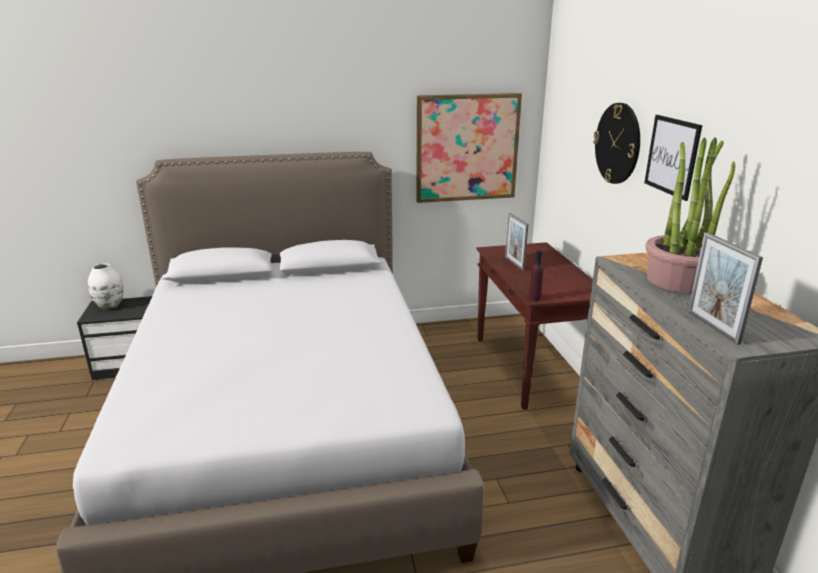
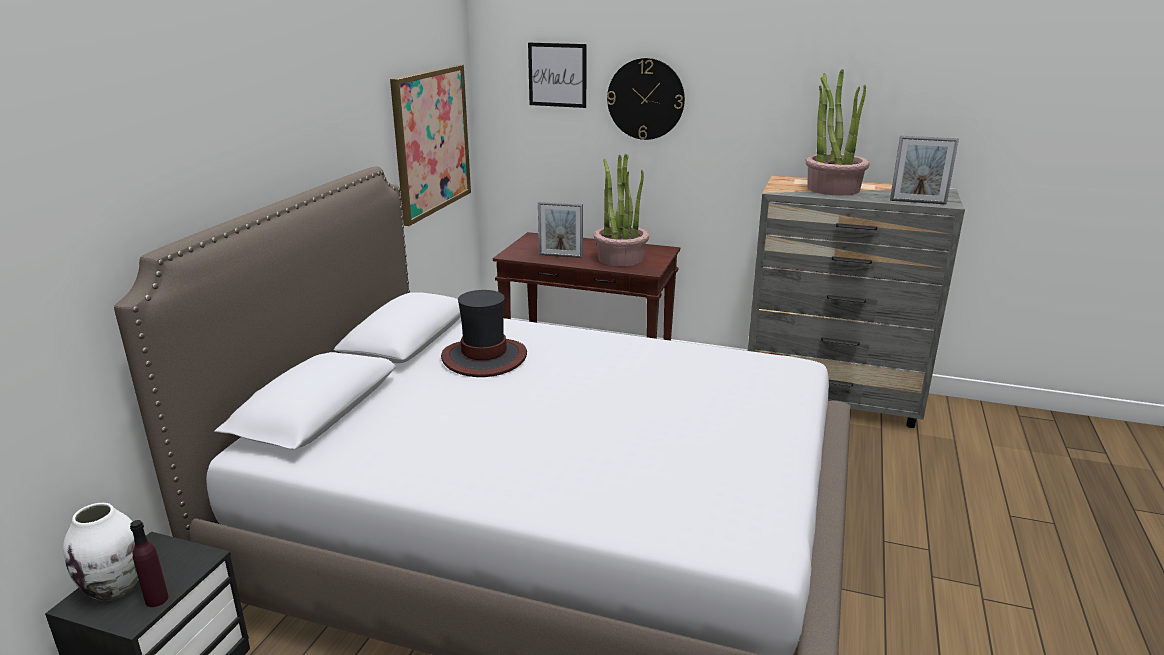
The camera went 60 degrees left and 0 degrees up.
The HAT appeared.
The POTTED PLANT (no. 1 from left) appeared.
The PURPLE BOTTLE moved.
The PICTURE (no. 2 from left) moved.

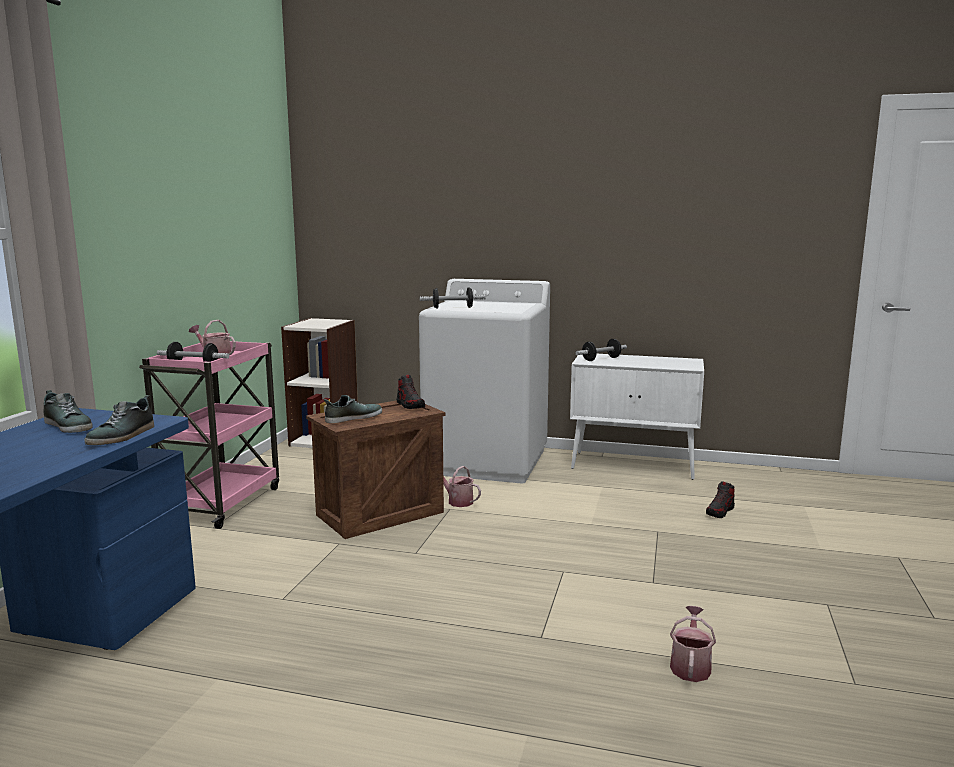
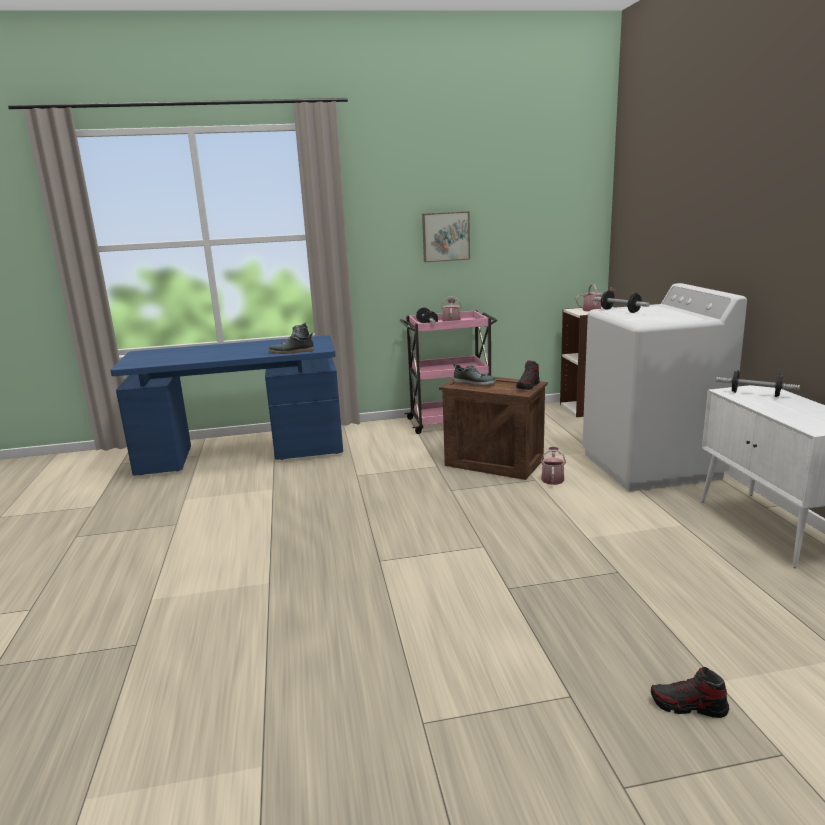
The camera went 65 degrees right and 5 degrees up.
The PICTURE appeared.
The WATERING CAN (no. 3 from left) moved.
The SHOE (no. 5 from left) moved.

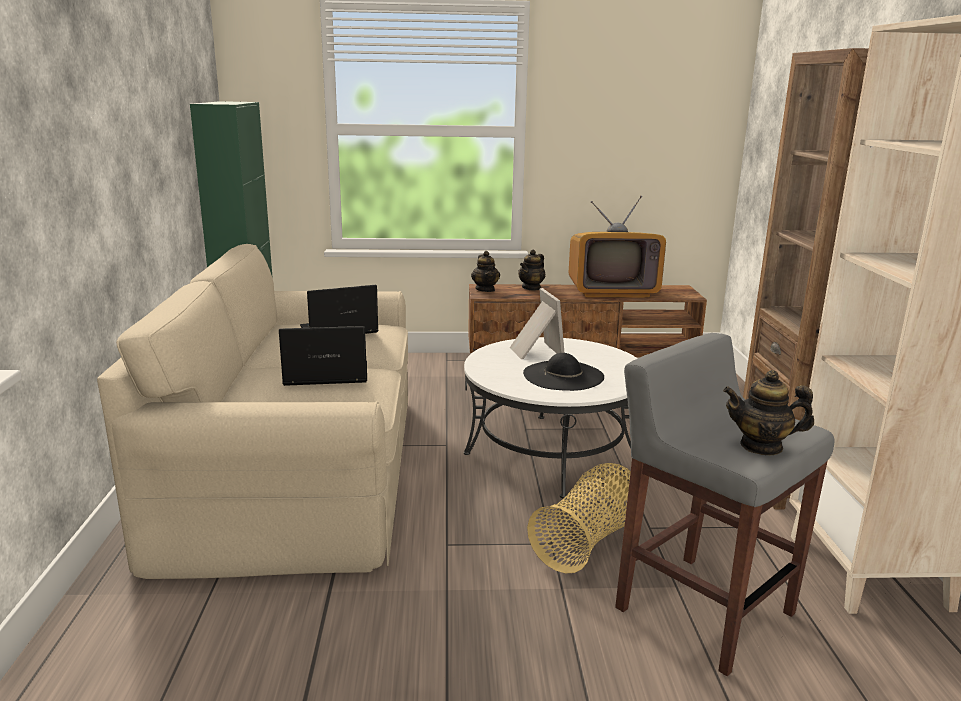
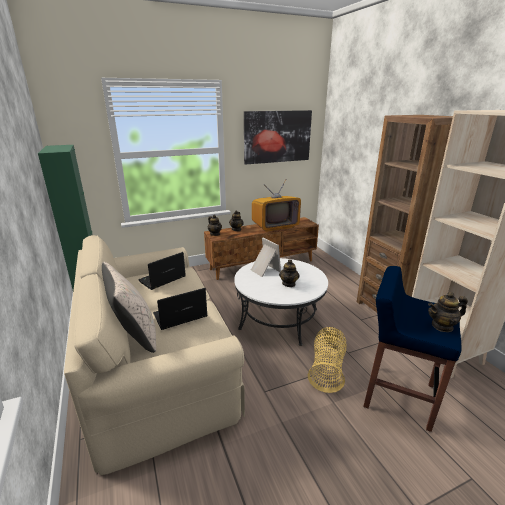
The camera went 20 degrees left and 5 degrees up.
The BEIGE PILLOW appeared.
The PICTURE appeared.
The BLACK HAT was replaced by the TEAPOT (no. 3 from left).
The GREY STOOL became the BLUE STOOL.

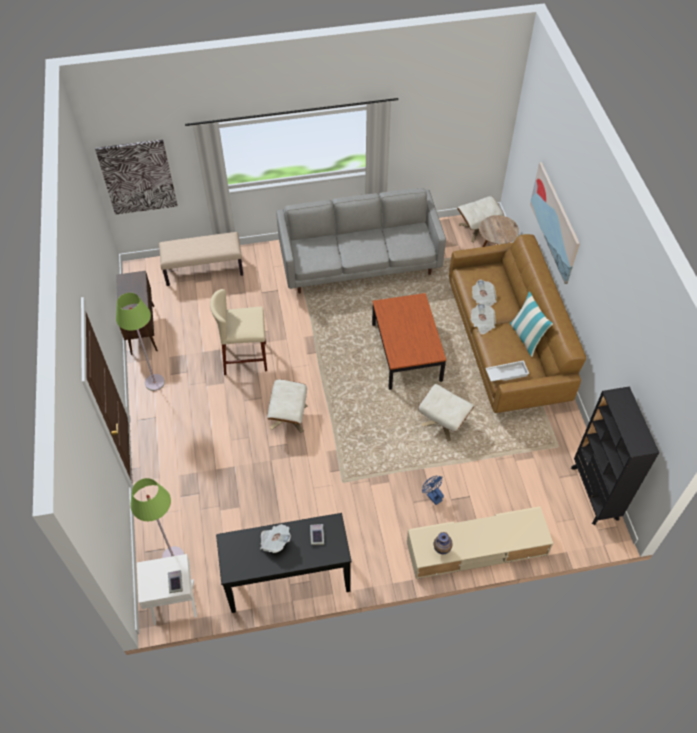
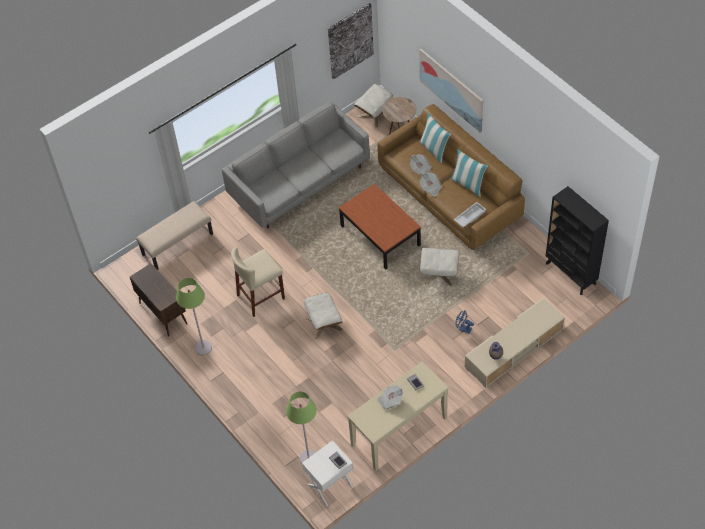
The camera went 25 degrees left and 0 degrees up.
The PILLOW (no. 1 from left) appeared.
The PICTURE (no. 1 from left) moved.
The BLACK CONSOLE TABLE became the BEIGE CONSOLE TABLE.

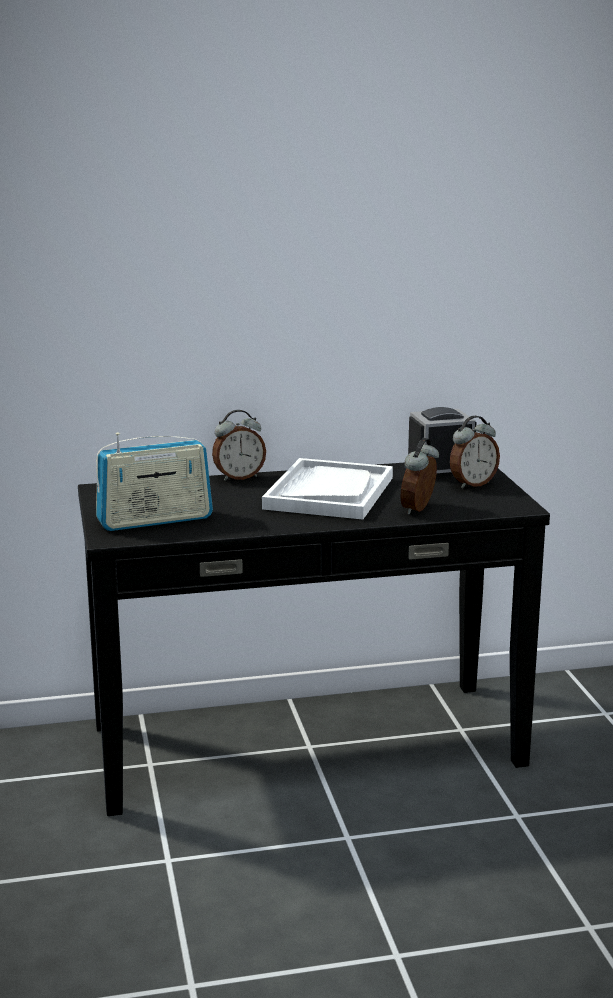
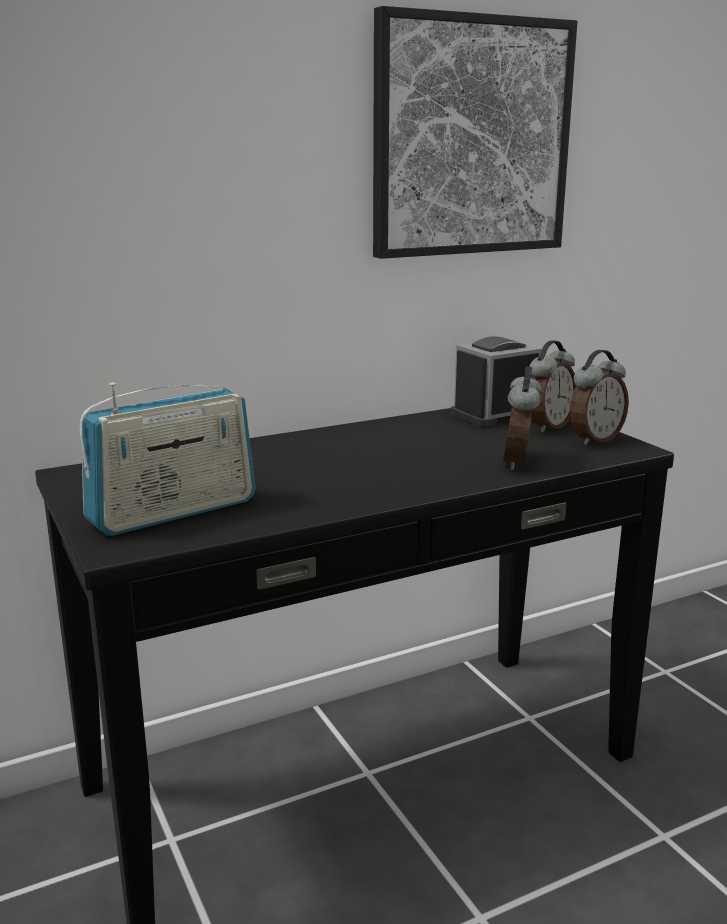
The camera went 15 degrees left and 0 degrees up.
The WHITE TRAY disappeared.
The PICTURE appeared.
The ALARM CLOCK (no. 1 from left in the first image) moved.

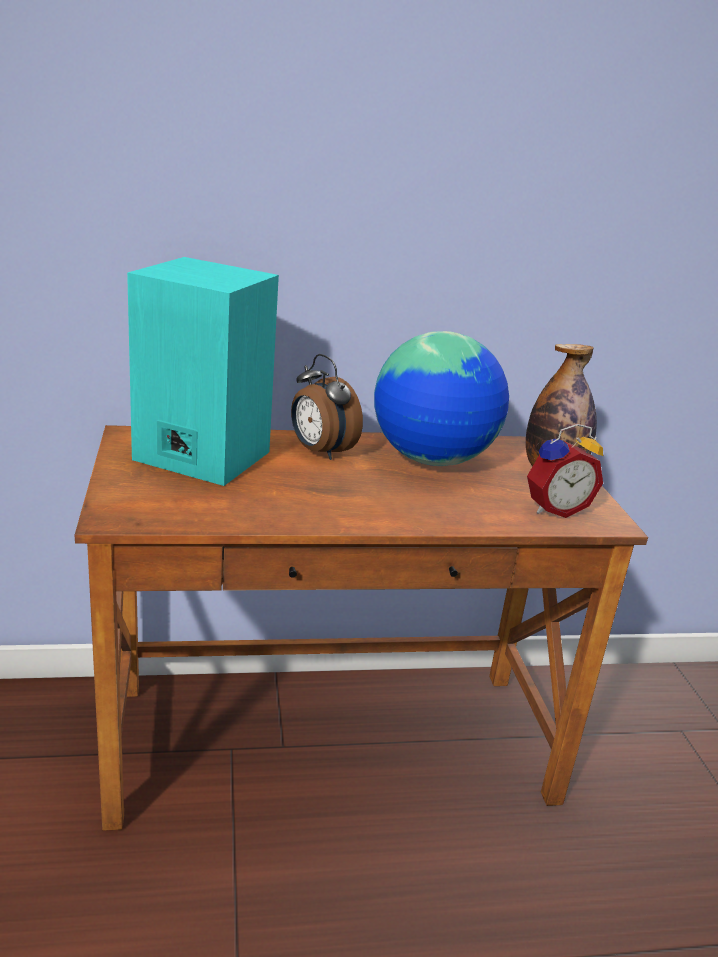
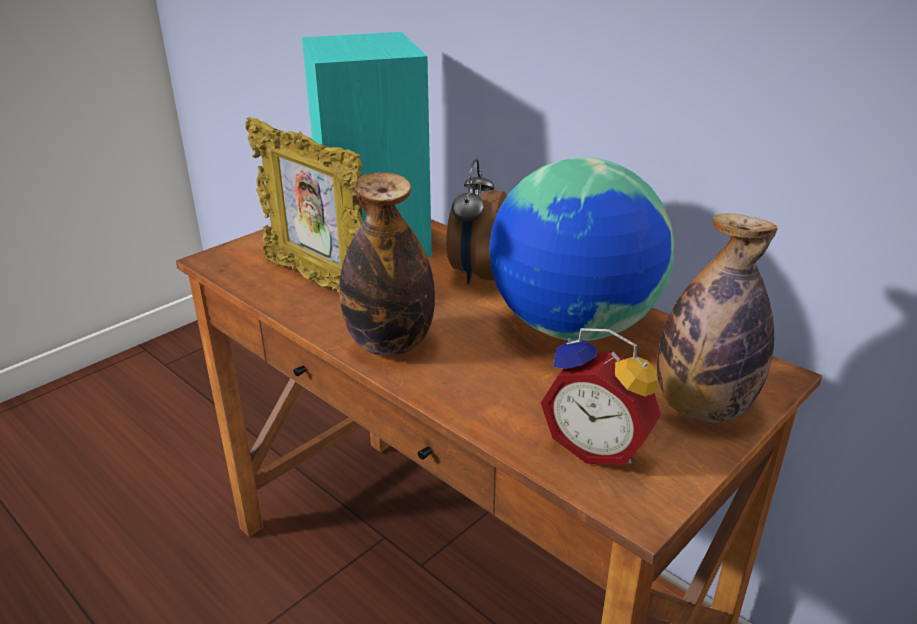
The camera went 55 degrees right and 5 degrees up.
The PICTURE FRAME appeared.
The BOTTLE (no. 1 from left) appeared.

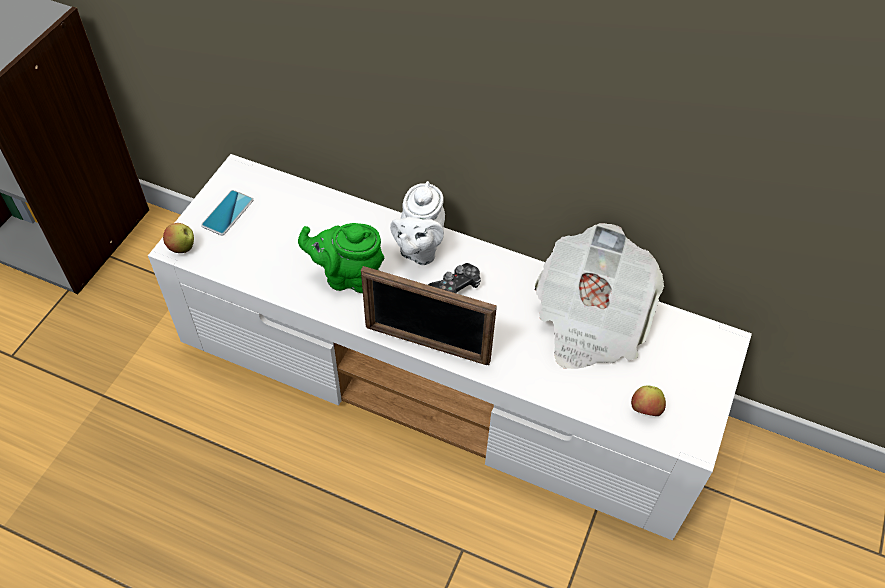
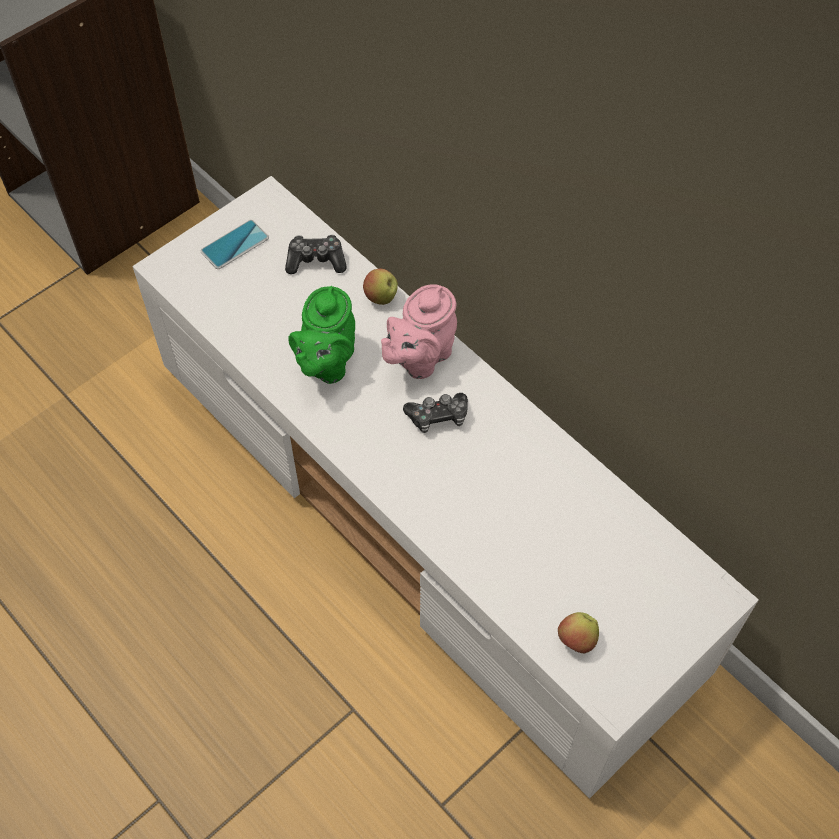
The camera went 25 degrees right and 5 degrees up.
The PICTURE FRAME disappeared.
The NEWSPAPER disappeared.
The GAME CONTROLLER (no. 1 from left) appeared.
The APPLE (no. 1 from left) moved.
The WHITE TEAPOT became the PINK TEAPOT.
The GREEN TEAPOT turned 105 degrees counterclockwise.

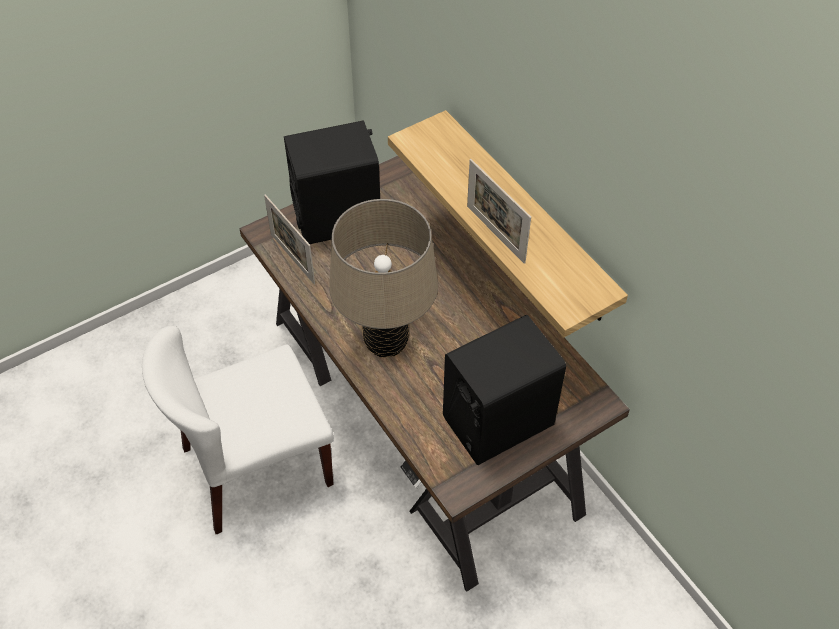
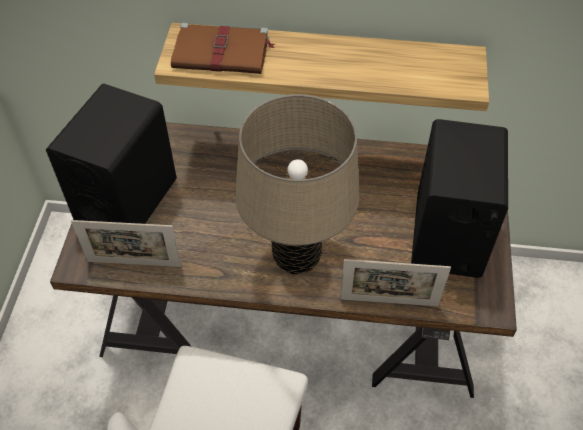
The camera went 50 degrees left and 0 degrees up.
The BROWN BOOK appeared.
The PICTURE FRAME (no. 2 from left) moved.

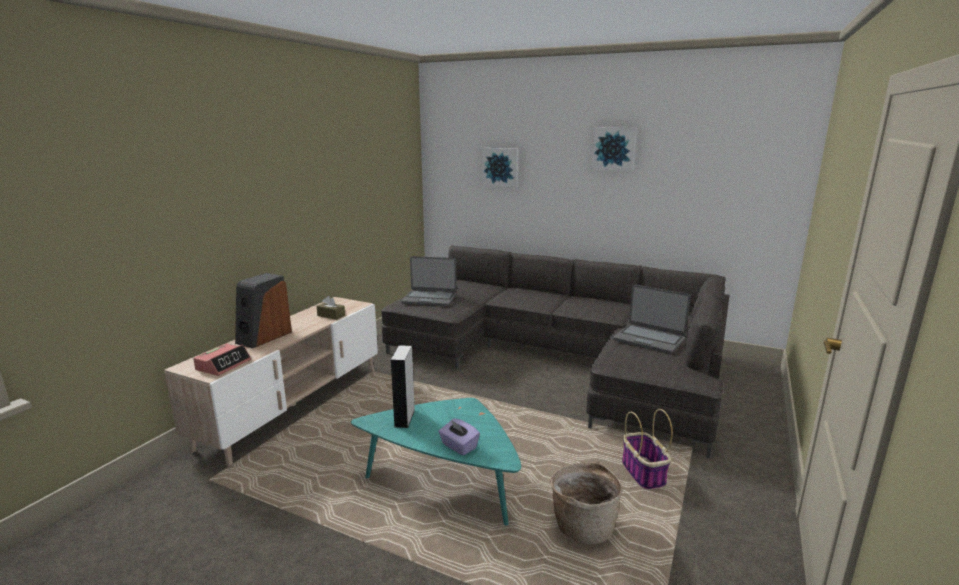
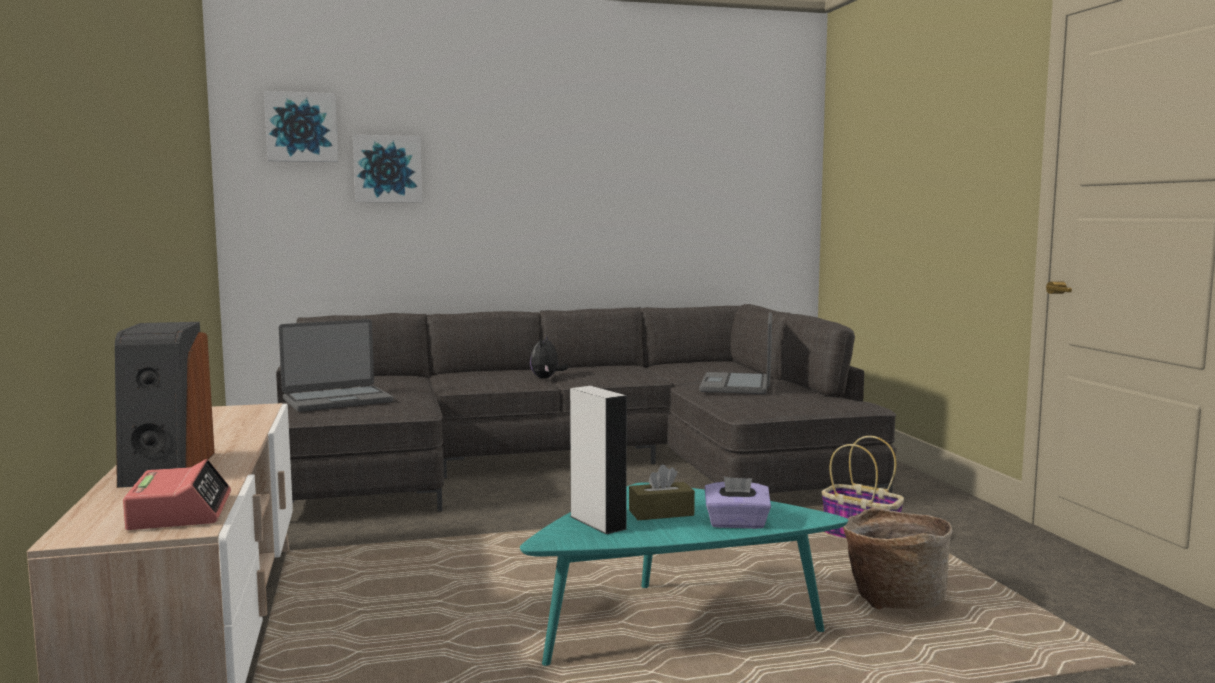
The camera went 40 degrees left and 10 degrees down.
The PLUSH TOY appeared.
The BROWN TISSUE BOX moved.
The PICTURE (no. 2 from left in the first image) moved.
The LAPTOP (no. 2 from left) turned 105 degrees clockwise.

